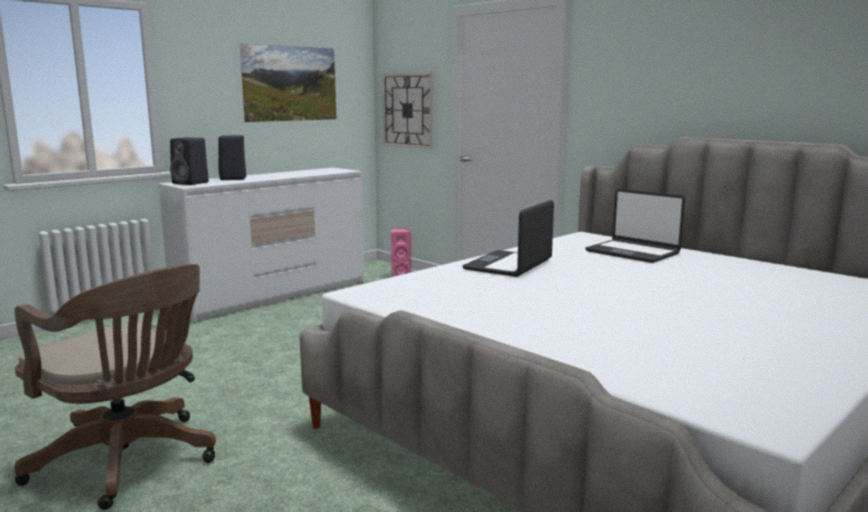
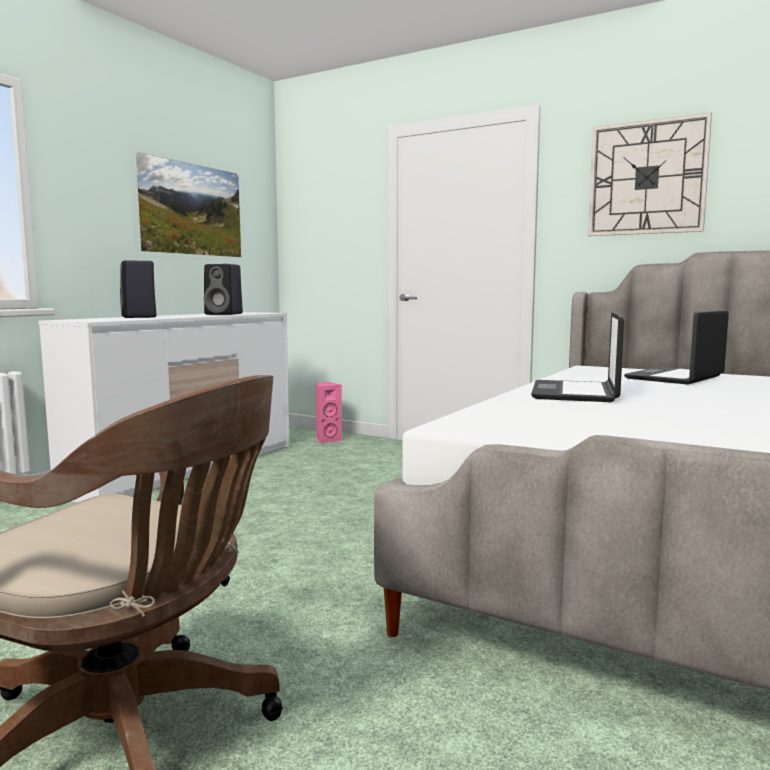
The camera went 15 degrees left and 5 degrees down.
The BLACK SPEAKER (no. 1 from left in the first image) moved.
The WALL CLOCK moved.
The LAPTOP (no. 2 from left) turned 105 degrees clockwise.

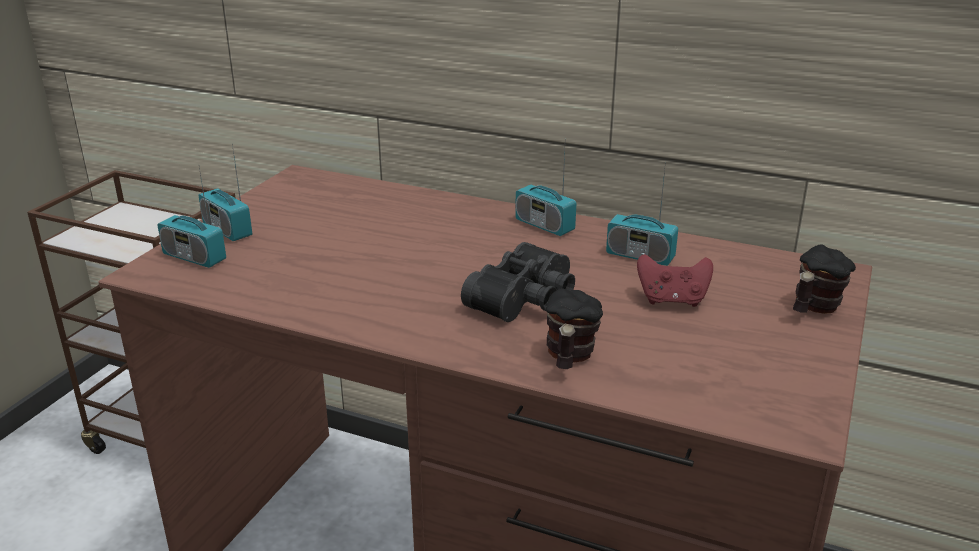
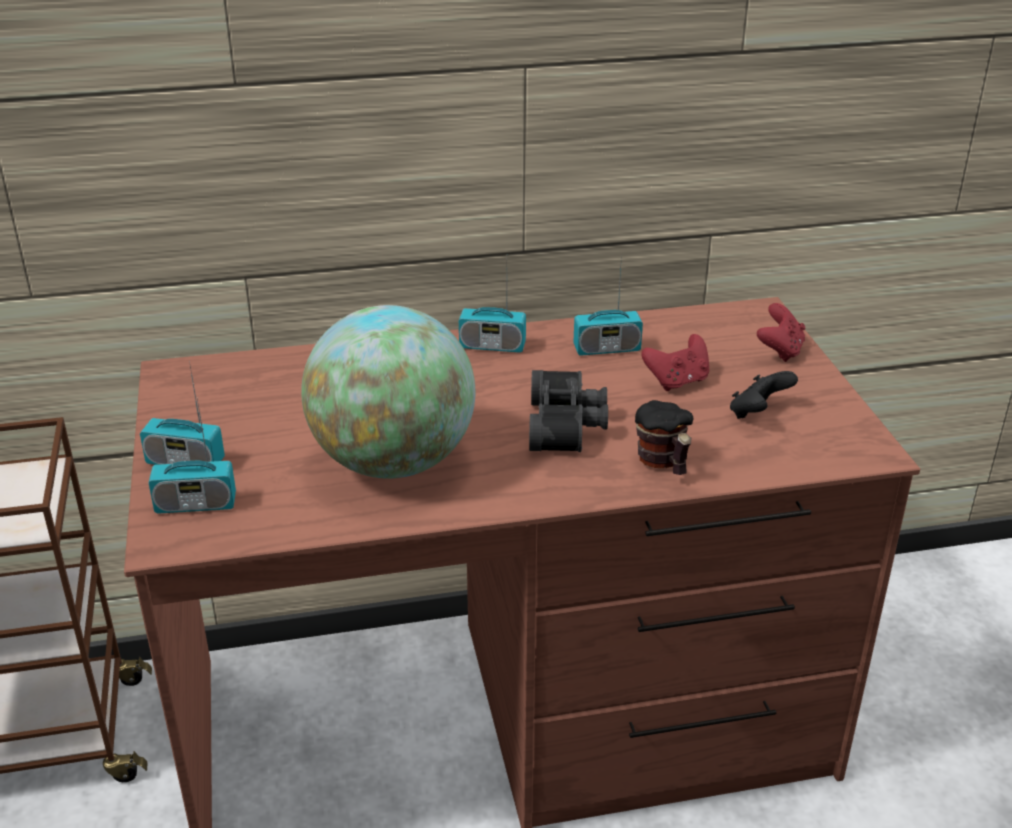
The camera went 35 degrees left and 5 degrees up.
The GLOBE appeared.
The BLACK GAME CONTROLLER appeared.
The MUG (no. 2 from left) was replaced by the RED GAME CONTROLLER (no. 2 from left).

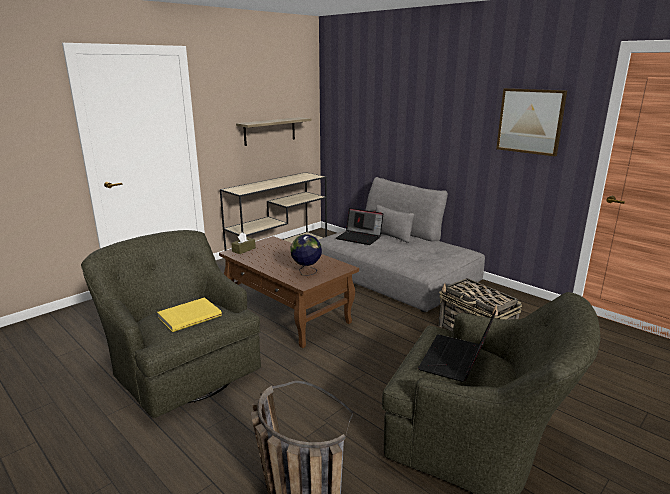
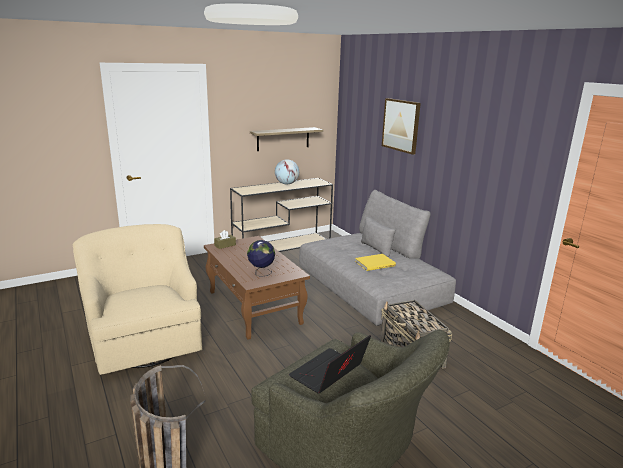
The camera went 15 degrees right and 0 degrees up.
The LAPTOP (no. 1 from left) disappeared.
The GLOBE (no. 2 from left) appeared.
The YELLOW BOOK moved.
The PICTURE moved.
The GREEN ARMCHAIR (no. 1 from left) became the BEIGE ARMCHAIR.

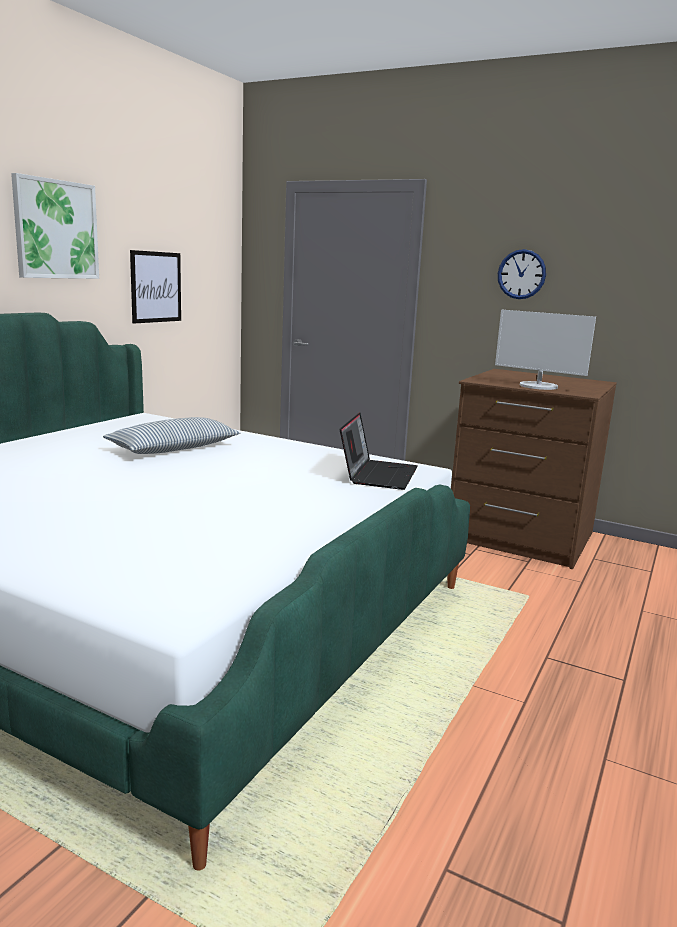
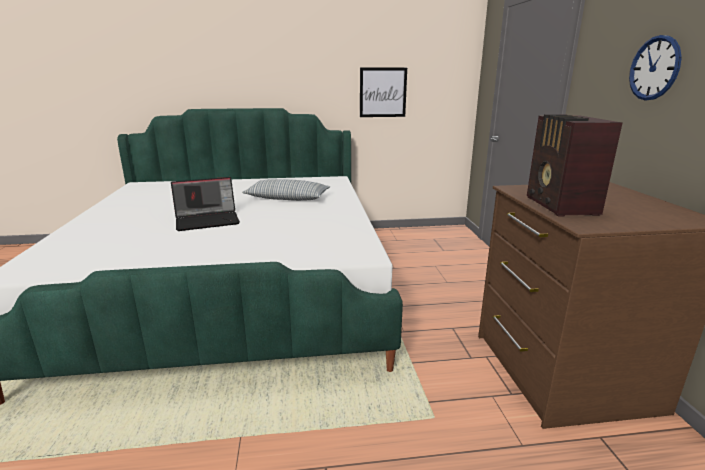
The camera went 55 degrees right and 5 degrees up.
The PICTURE (no. 1 from left) disappeared.
The LAPTOP moved.
The MONITOR was replaced by the RADIO.

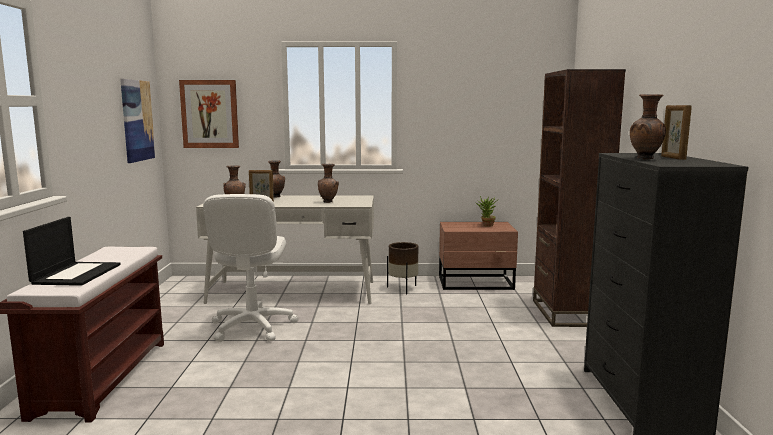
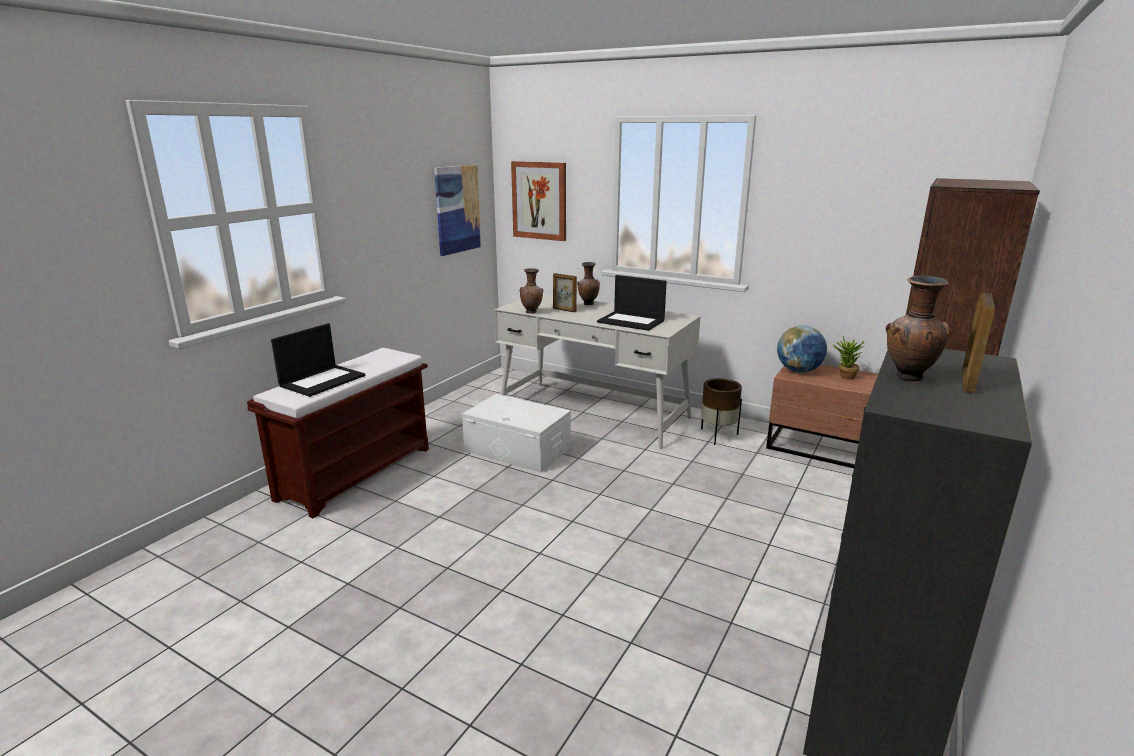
The camera went 30 degrees right and 10 degrees up.
The GLOBE appeared.
The WHITE OFFICE CHAIR was replaced by the WHITE STORAGE BOX.
The BROWN VASE (no. 3 from left) was replaced by the LAPTOP (no. 2 from left).

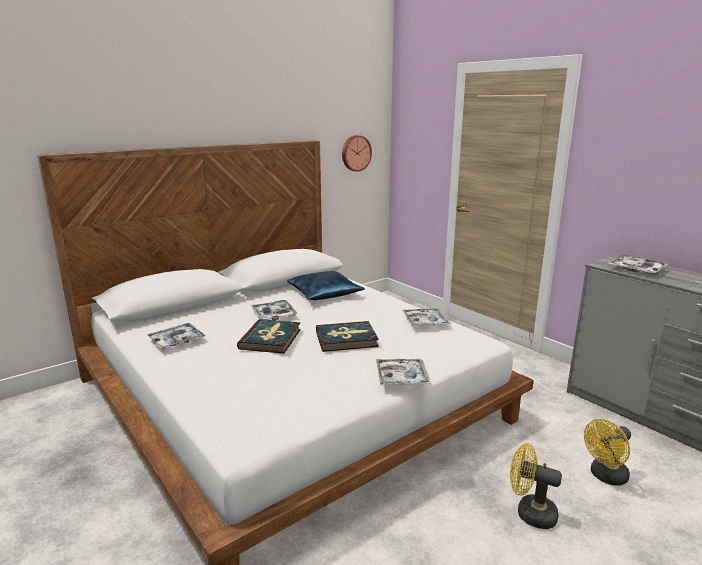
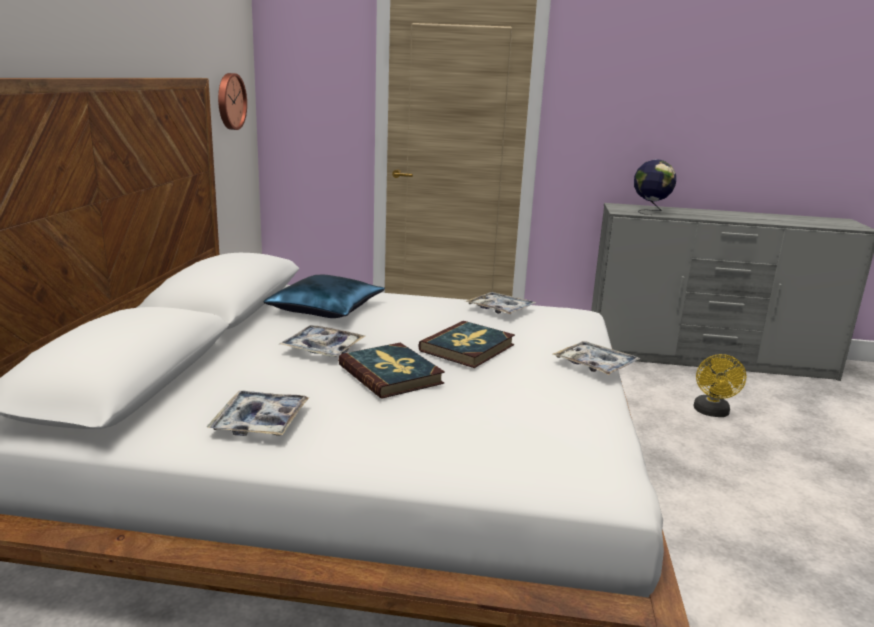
The camera went 45 degrees left and 0 degrees up.
The YELLOW FAN (no. 1 from left) disappeared.
The TRAY (no. 5 from left) was replaced by the GLOBE.

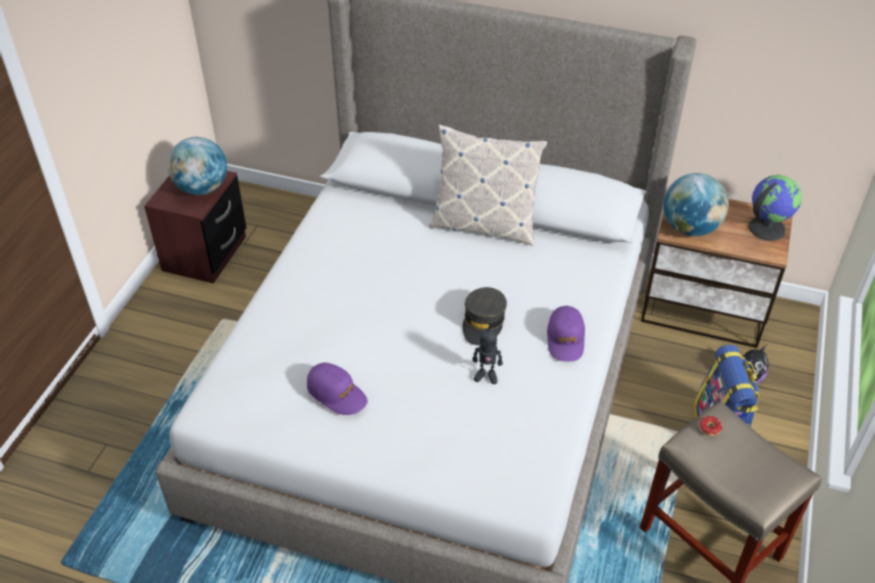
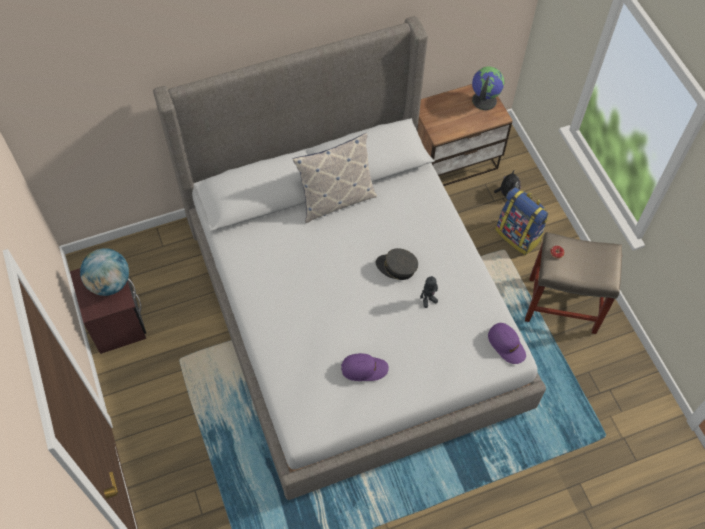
The camera went 40 degrees left and 15 degrees up.
The GLOBE (no. 2 from left) disappeared.
The PURPLE CAP (no. 2 from left) moved.
The GREY CAP turned 135 degrees clockwise.

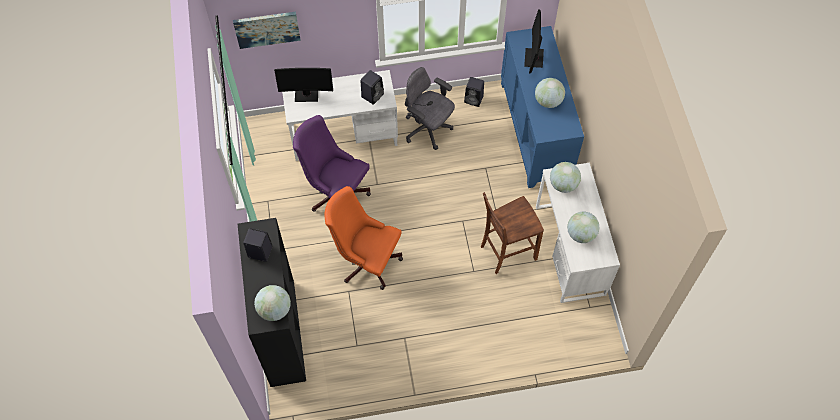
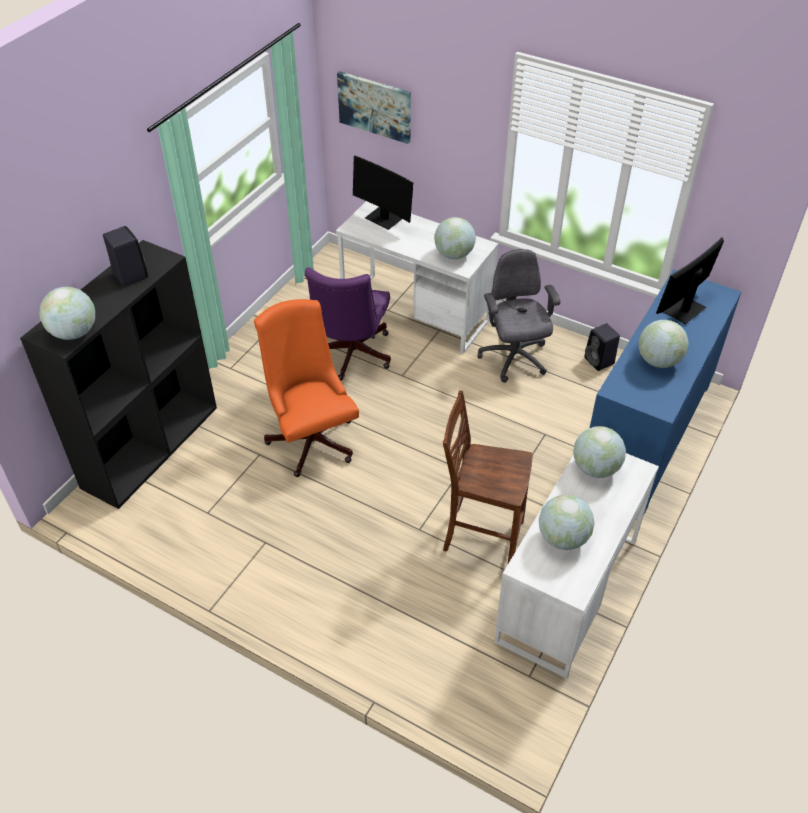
The camera went 40 degrees right and 15 degrees down.
The BLACK SPEAKER (no. 2 from left) was replaced by the GLOBE (no. 2 from left).
The PURPLE OFFICE CHAIR turned 150 degrees counterclockwise.

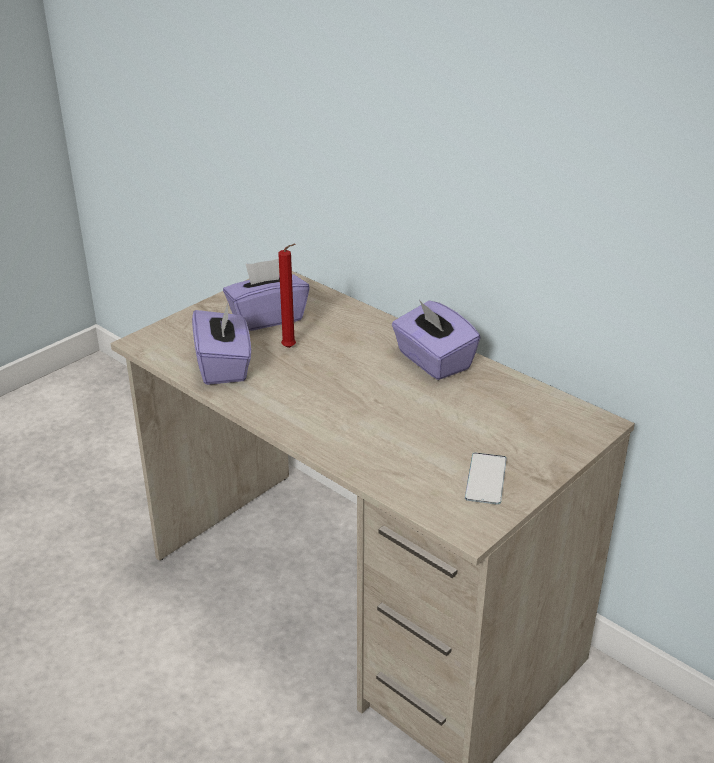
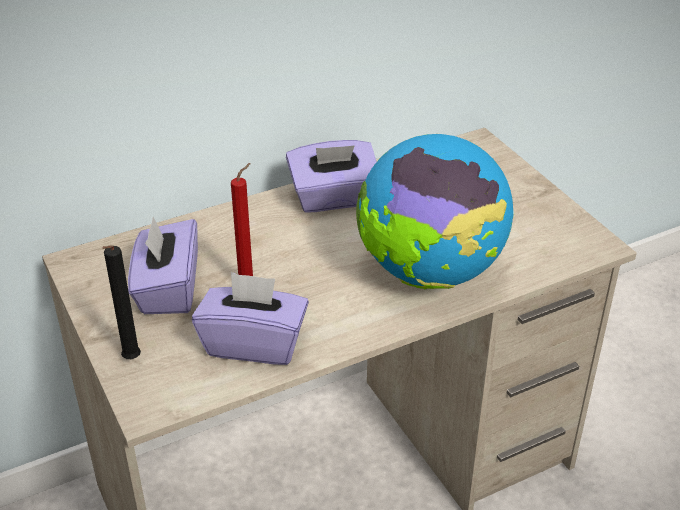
The camera went 70 degrees left and 5 degrees up.
The PHONE disappeared.
The BLACK CANDLE appeared.
The GLOBE appeared.

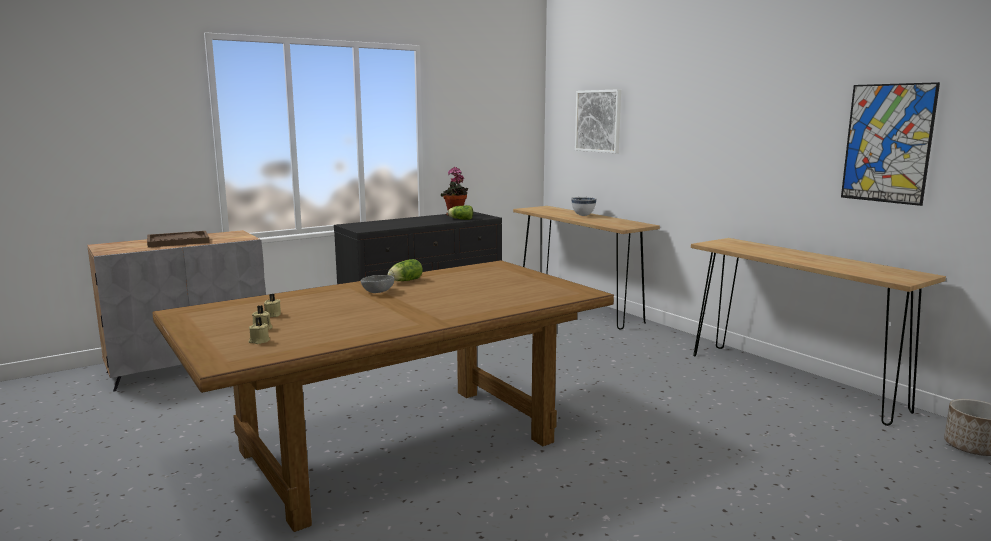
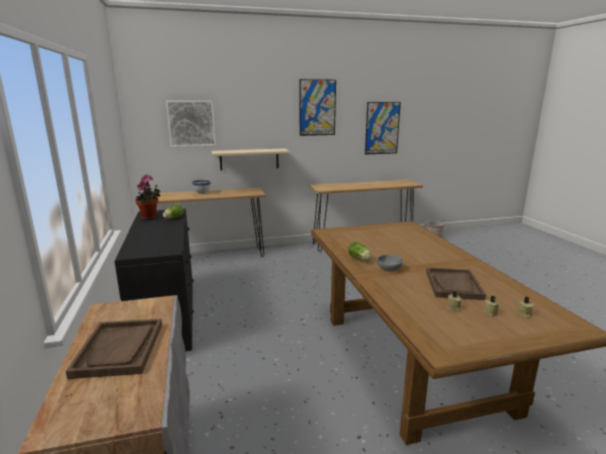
The camera went 70 degrees left and 5 degrees up.
The BEIGE SHELF appeared.
The PICTURE (no. 2 from left) appeared.
The BROWN TRAY (no. 2 from left) appeared.

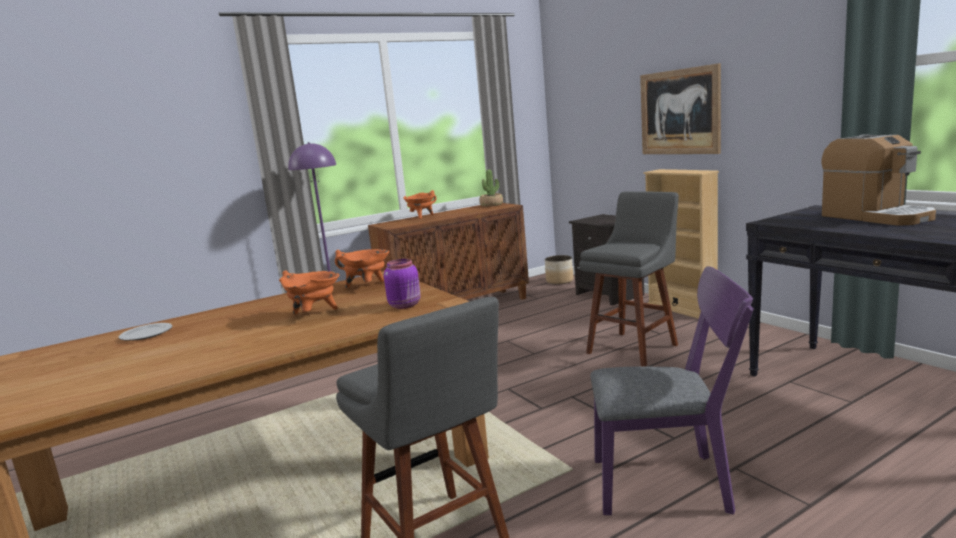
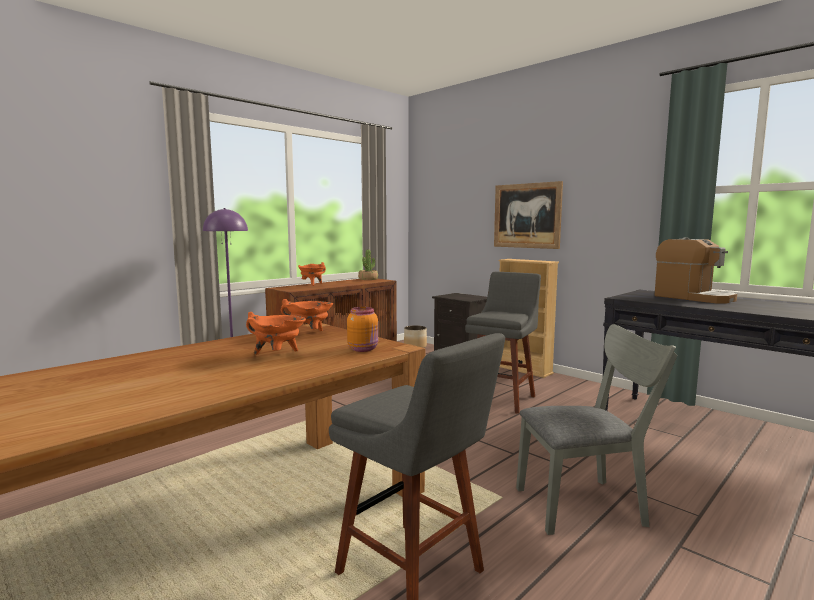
The camera went 15 degrees left and 5 degrees down.
The PLATE disappeared.
The PURPLE JAR became the ORANGE JAR.
The PURPLE CHAIR became the GREY CHAIR.

